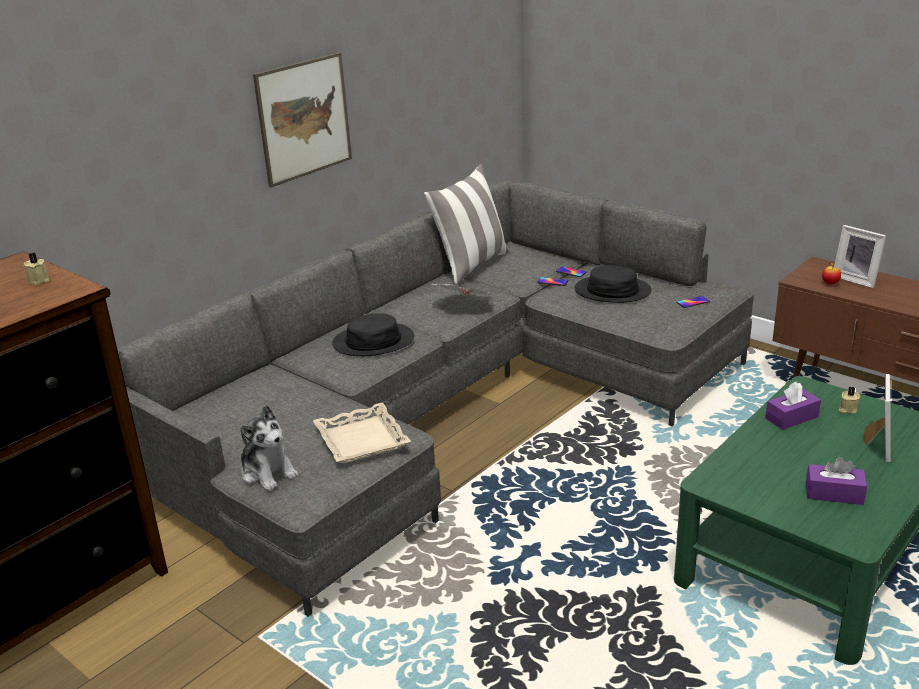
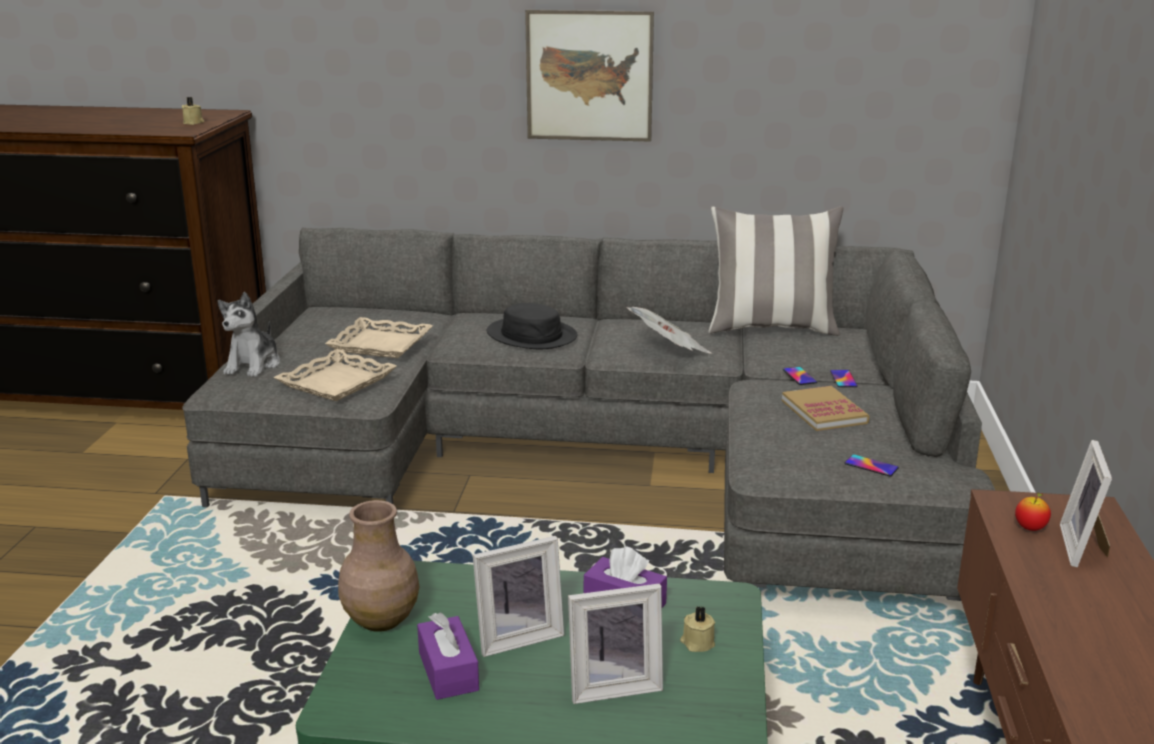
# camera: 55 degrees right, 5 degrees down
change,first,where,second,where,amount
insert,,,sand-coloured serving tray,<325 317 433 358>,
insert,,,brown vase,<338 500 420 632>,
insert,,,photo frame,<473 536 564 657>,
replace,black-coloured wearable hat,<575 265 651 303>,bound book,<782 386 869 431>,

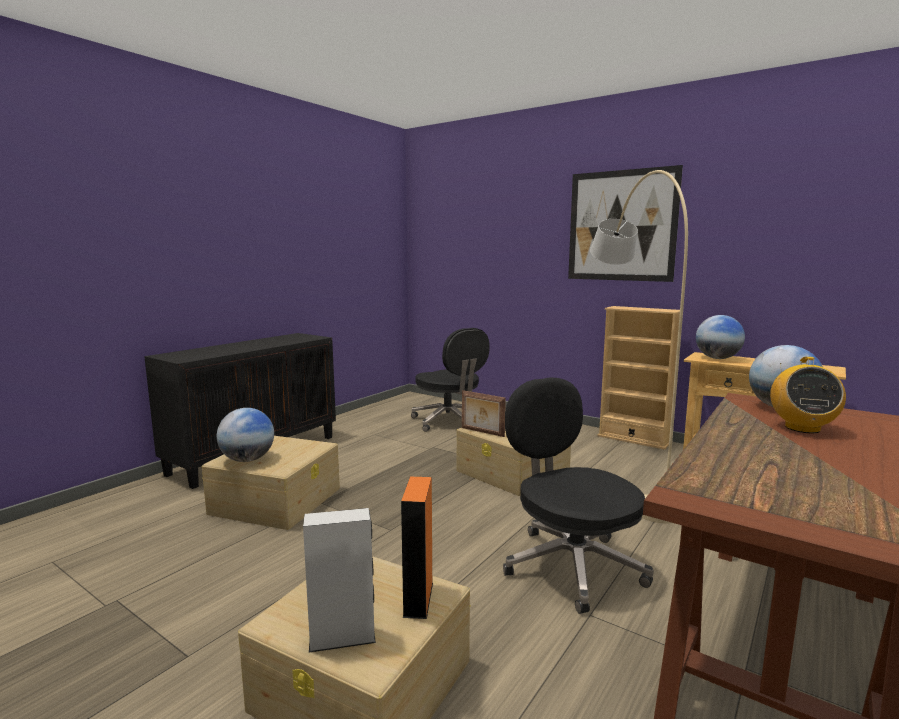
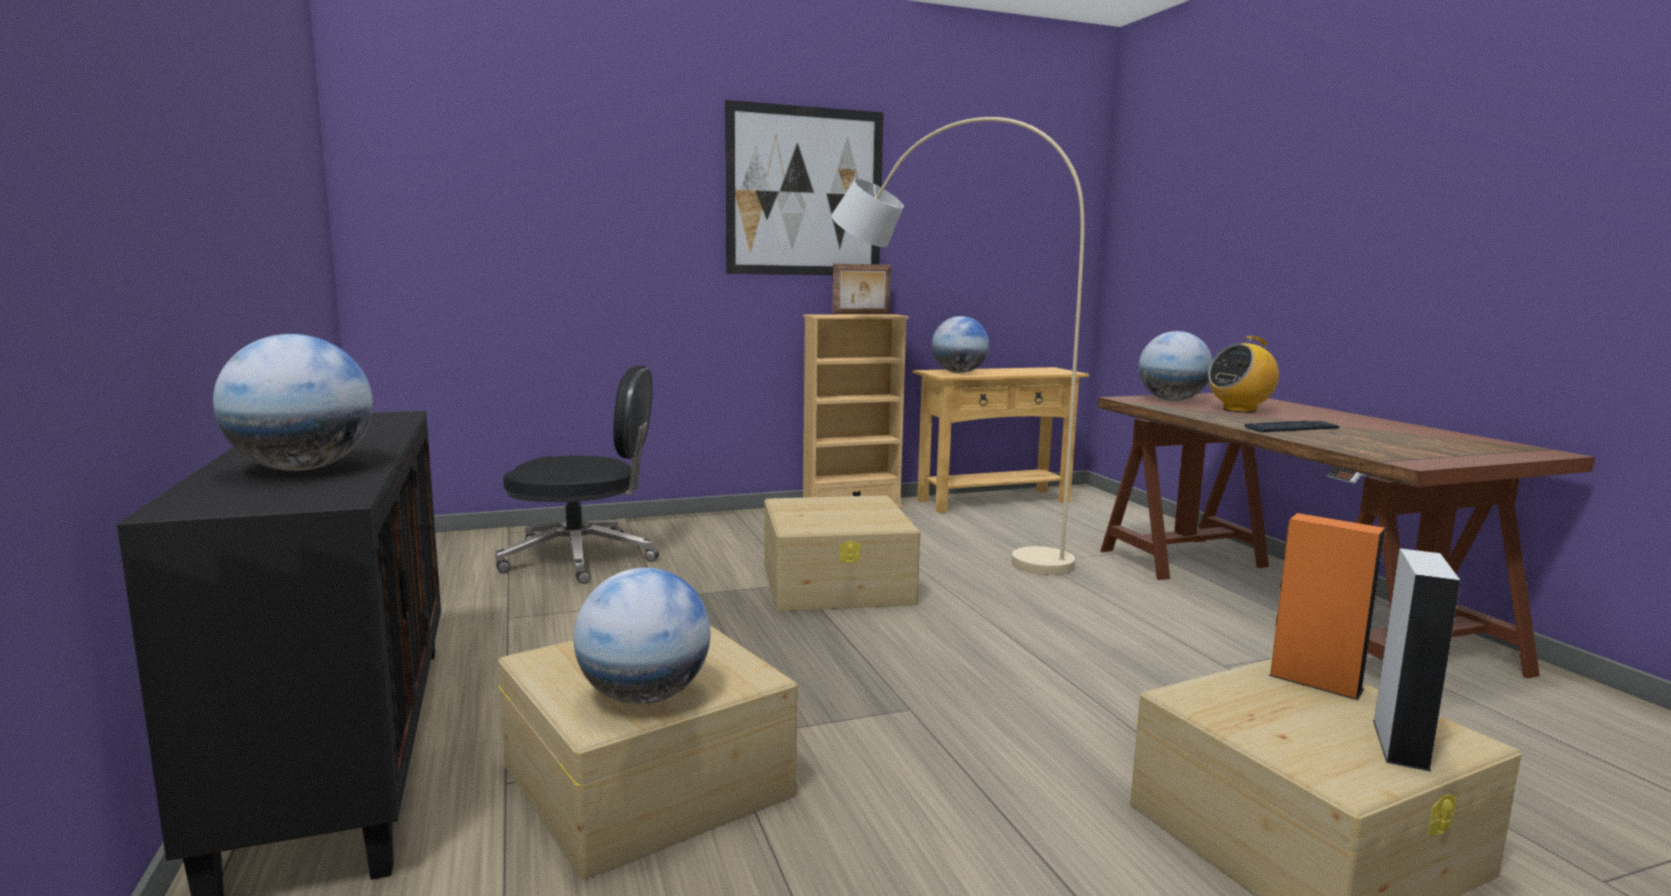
# camera: 55 degrees left, 0 degrees up
change,first,where,second,where,amount
delete,black-coloured desk chair,<503 377 654 614>,,,
insert,,,desk globe,<213 334 373 471>,
insert,,,PC keyboard,<1245 421 1340 432>,
move,photo frame,<462 390 506 437>,,<832 264 891 314>,
rotate,radio set,<770 357 846 433>,,<1208 336 1279 413>,105 degrees clockwise

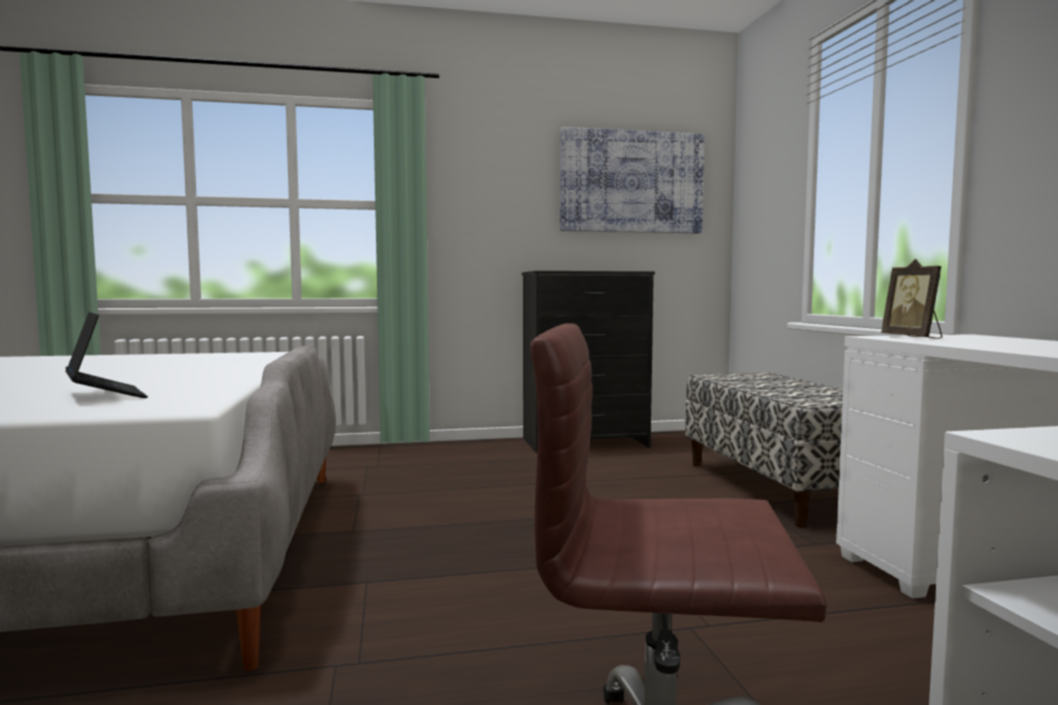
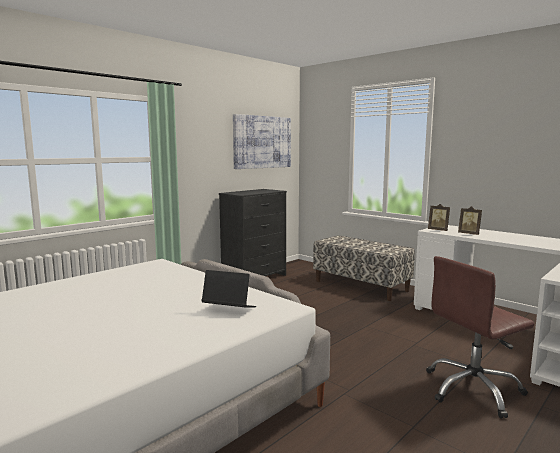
# camera: 35 degrees left, 5 degrees up
change,first,where,second,where,amount
insert,,,photo frame,<458 206 482 235>,

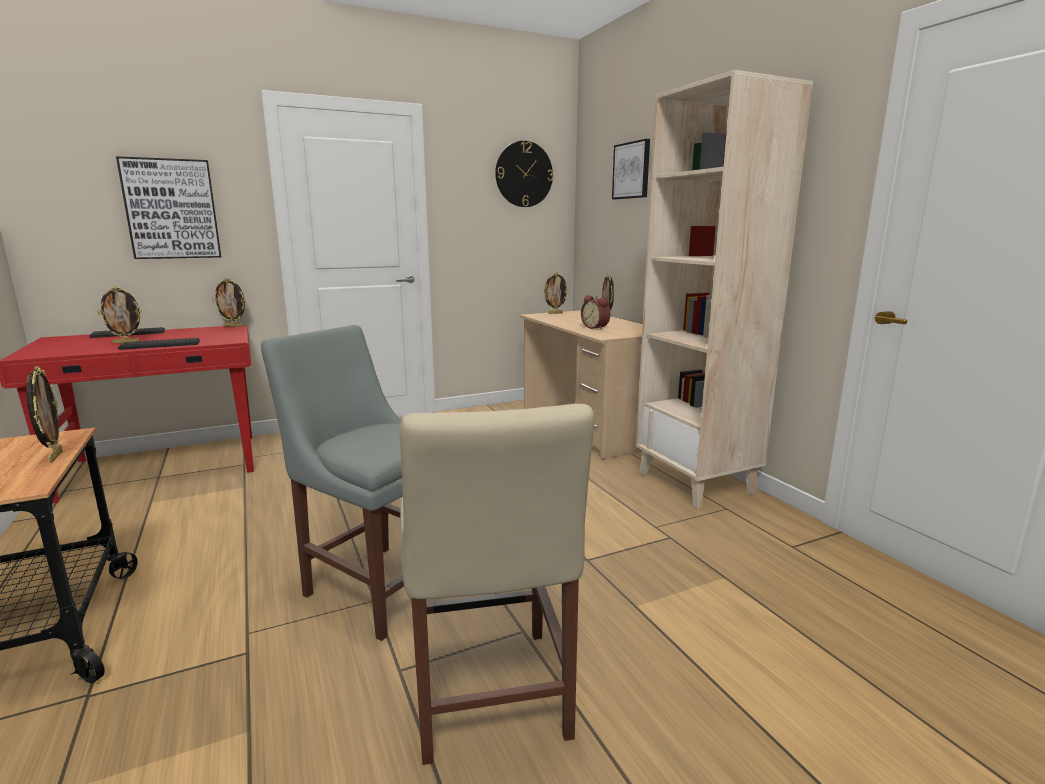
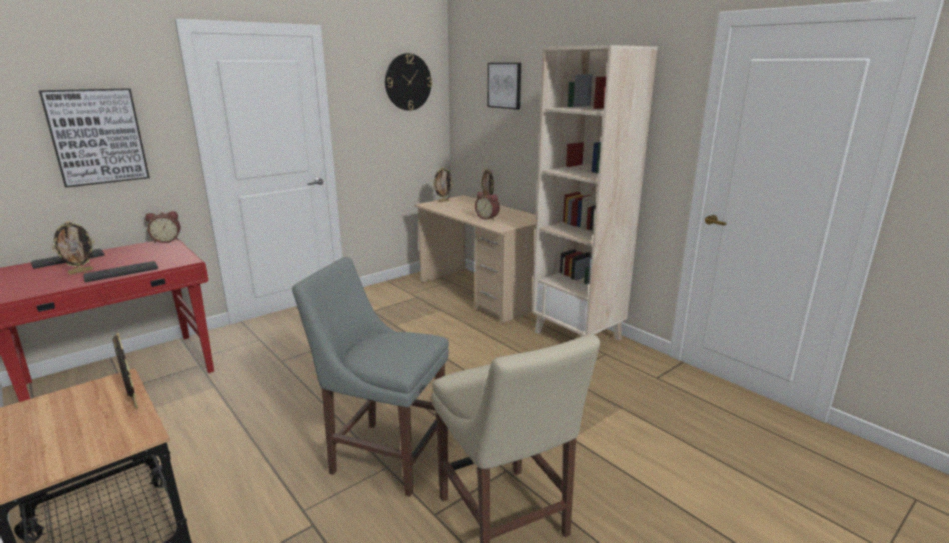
# camera: 15 degrees left, 5 degrees up
change,first,where,second,where,amount
replace,photo frame,<213 278 246 327>,alarm clock,<145 211 180 243>,

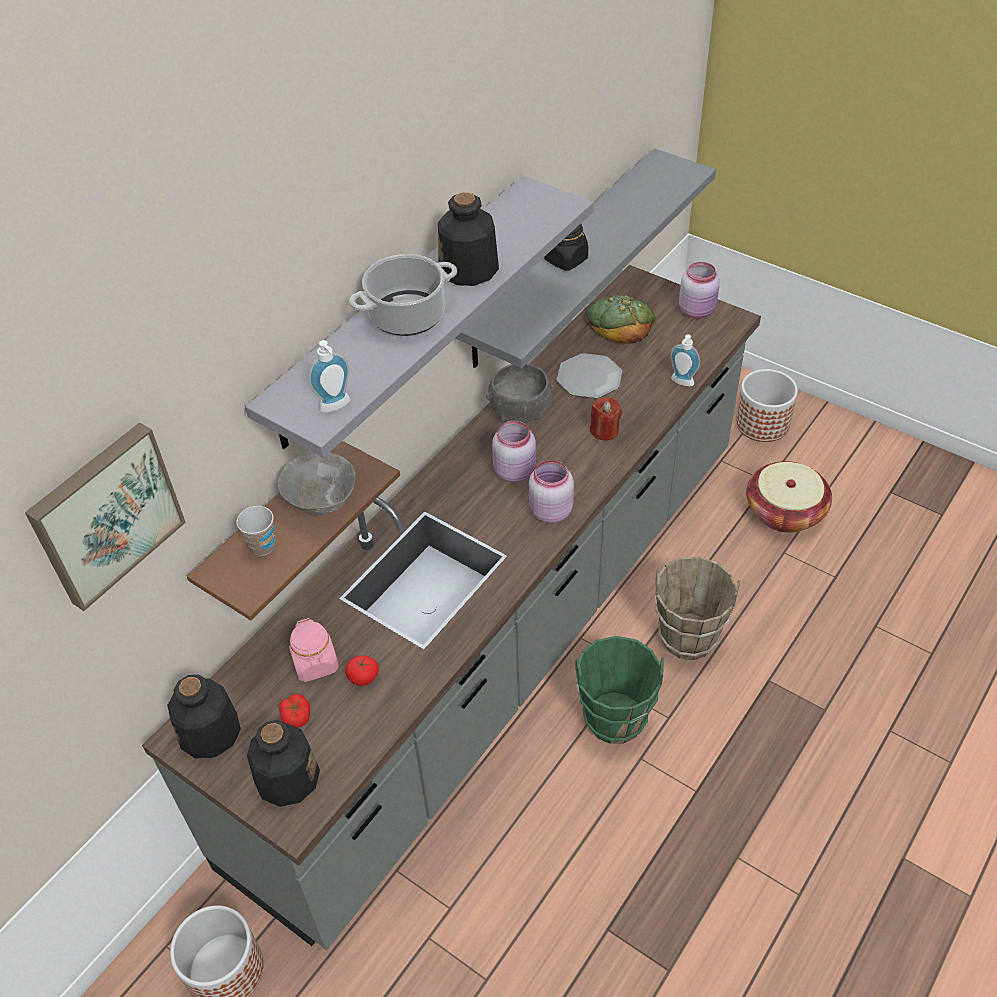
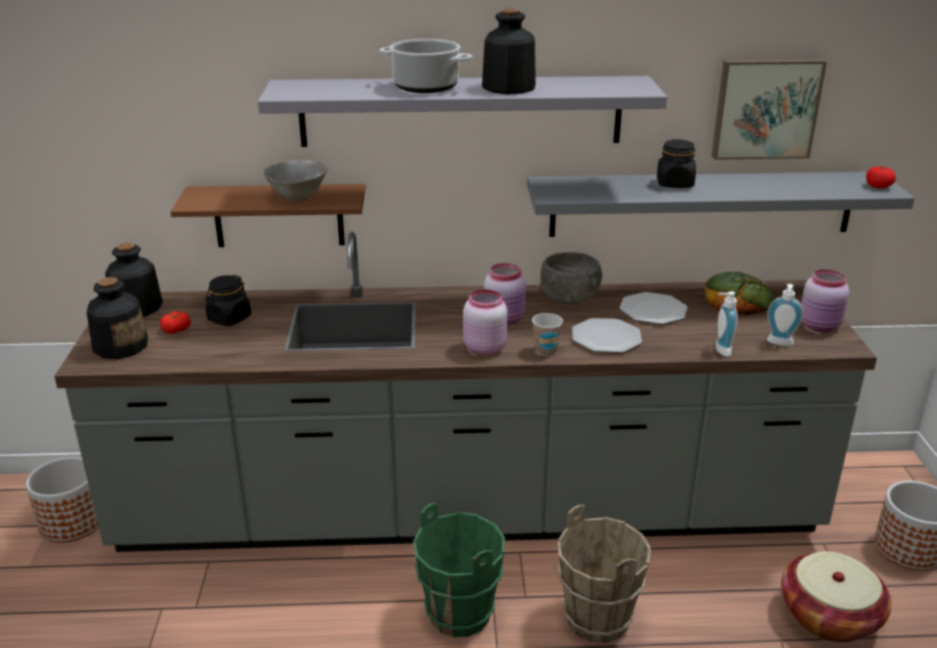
# camera: 50 degrees right, 20 degrees down
change,first,where,second,where,amount
move,wall art,<25 422 186 611>,,<712 59 827 160>,
move,drinking cup,<236 506 275 556>,,<532 313 563 356>,
move,soap bottle,<309 340 350 413>,,<767 284 804 346>,
move,fresh tomato,<345 655 379 686>,,<866 167 896 188>,
replace,red-coloured candle,<590 397 622 441>,plate,<572 318 642 353>,
recolor,pink-coloured storage jar,<289 618 339 682>,black-coloured storage jar,<205 275 251 326>,

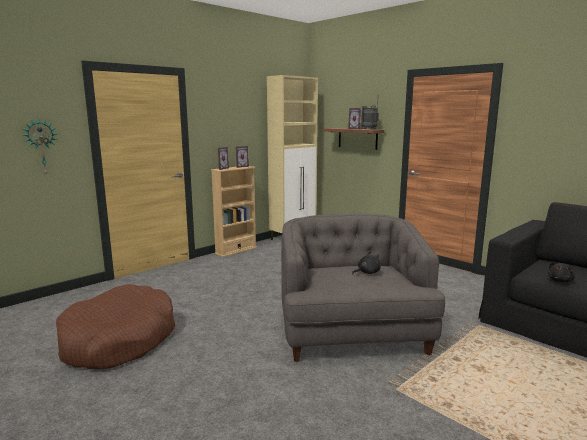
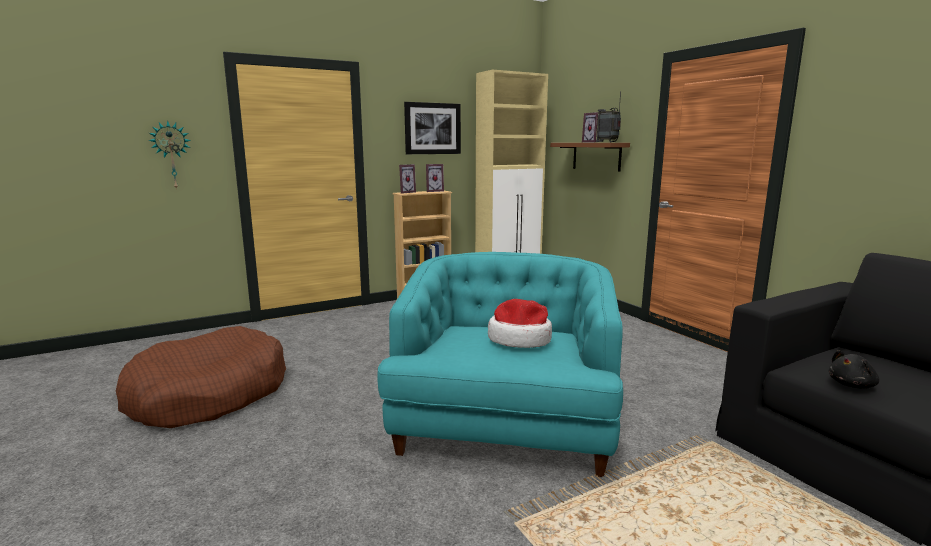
# camera: 15 degrees right, 0 degrees up
change,first,where,second,where,amount
insert,,,wall art,<404 102 461 154>,
replace,black-coloured cuddly toy,<352 251 381 274>,wearable hat,<488 299 552 348>,
recolor,greyish lounge chair,<281 213 445 362>,blue-green lounge chair,<378 252 623 477>,

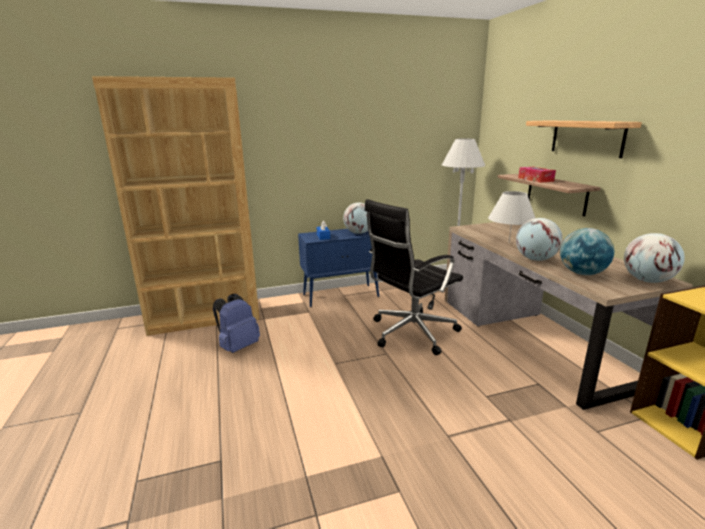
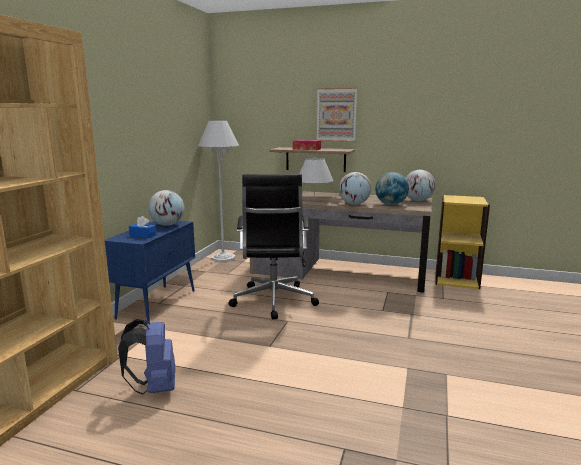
# camera: 55 degrees left, 5 degrees down
change,first,where,second,where,amount
replace,wall shelf,<526 120 642 158>,wall art,<317 88 357 142>,

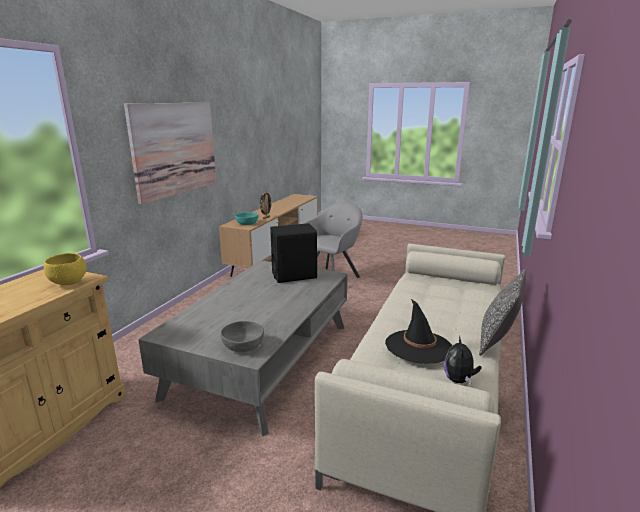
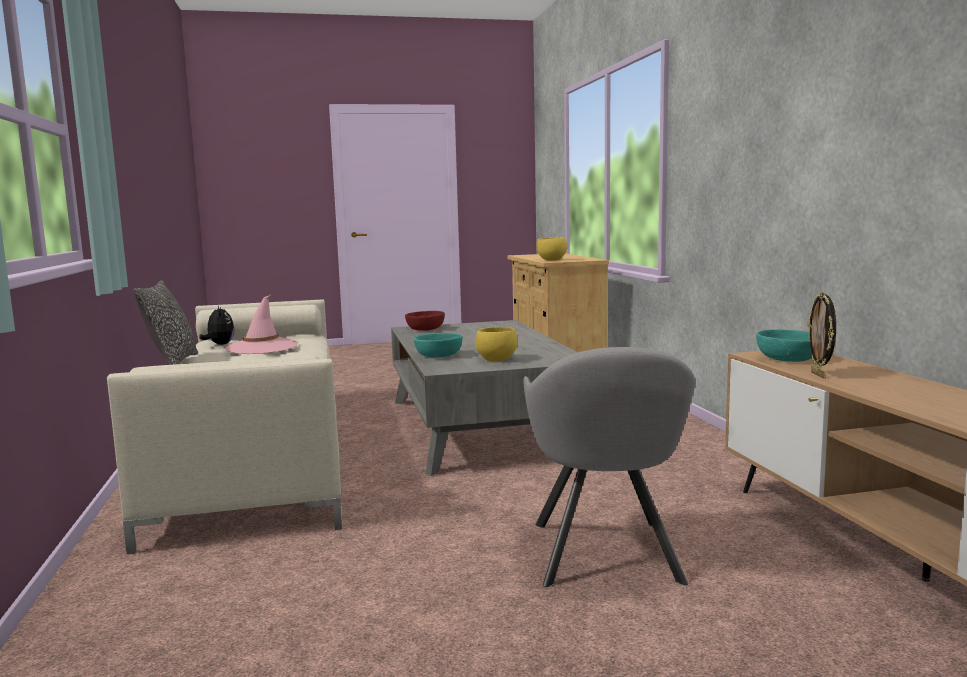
# camera: 145 degrees right, 10 degrees down
change,first,where,second,where,amount
delete,wall art,<124 103 216 204>,,,
insert,,,blue-green deep dish,<414 333 463 357>,
replace,black-coloured speaker,<270 223 317 283>,yellow deep dish,<475 327 518 361>,
recolor,greyish deep dish,<221 321 264 352>,red-coloured deep dish,<405 311 445 331>,
recolor,black-coloured wearable hat,<385 299 452 364>,pink-coloured wearable hat,<225 295 298 354>,

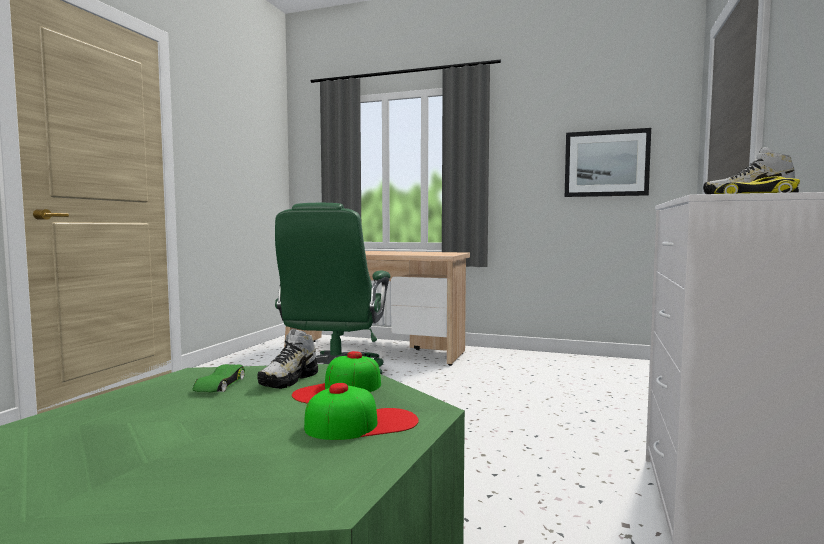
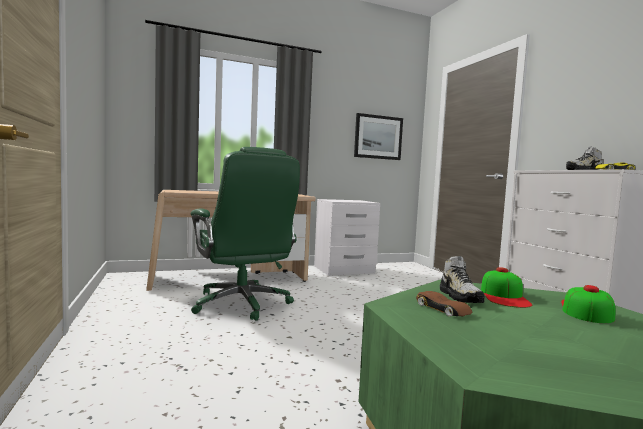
# camera: 40 degrees left, 0 degrees up
change,first,where,second,where,amount
insert,,,white-coloured bedside table,<314 199 380 276>,
recolor,green-coloured toy car,<193 364 245 392>,brown toy car,<416 291 473 317>,

